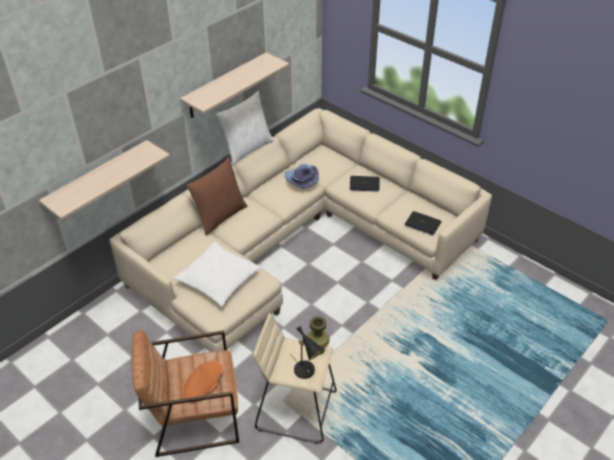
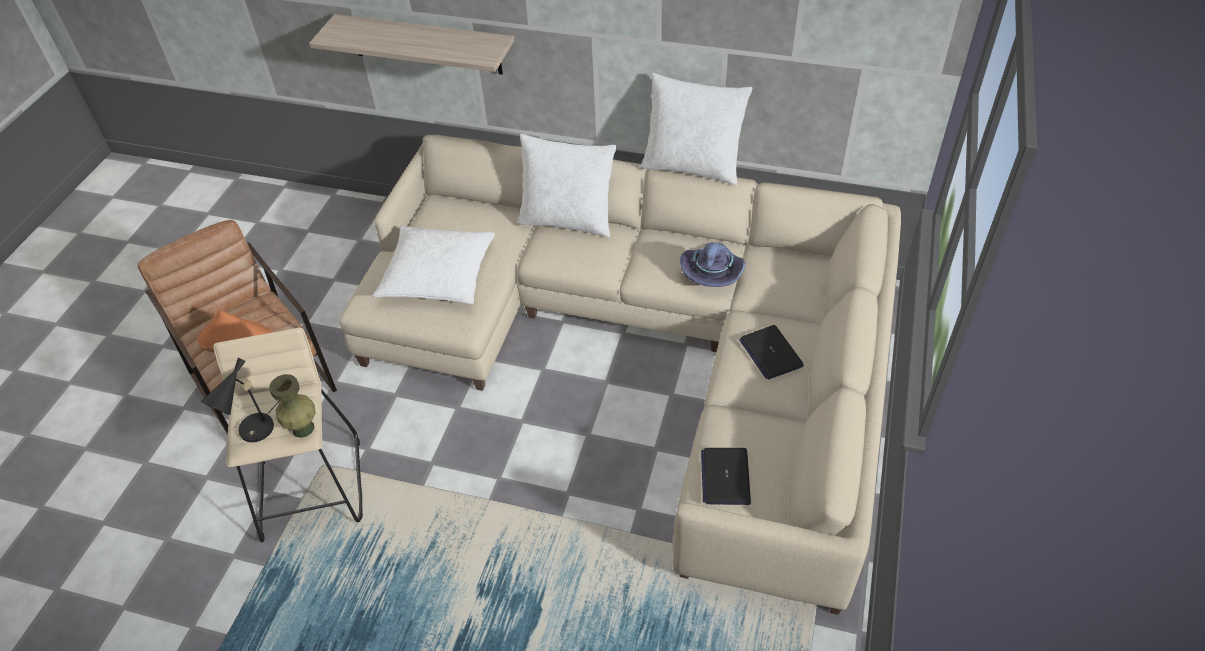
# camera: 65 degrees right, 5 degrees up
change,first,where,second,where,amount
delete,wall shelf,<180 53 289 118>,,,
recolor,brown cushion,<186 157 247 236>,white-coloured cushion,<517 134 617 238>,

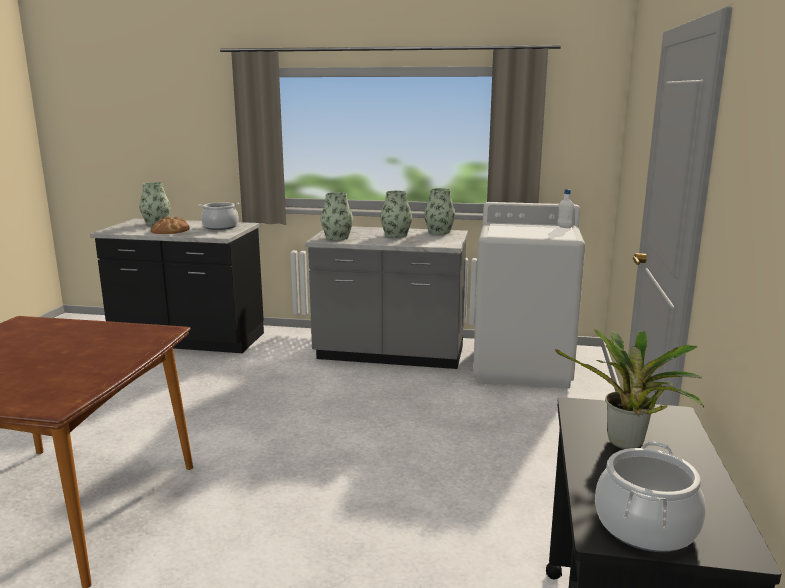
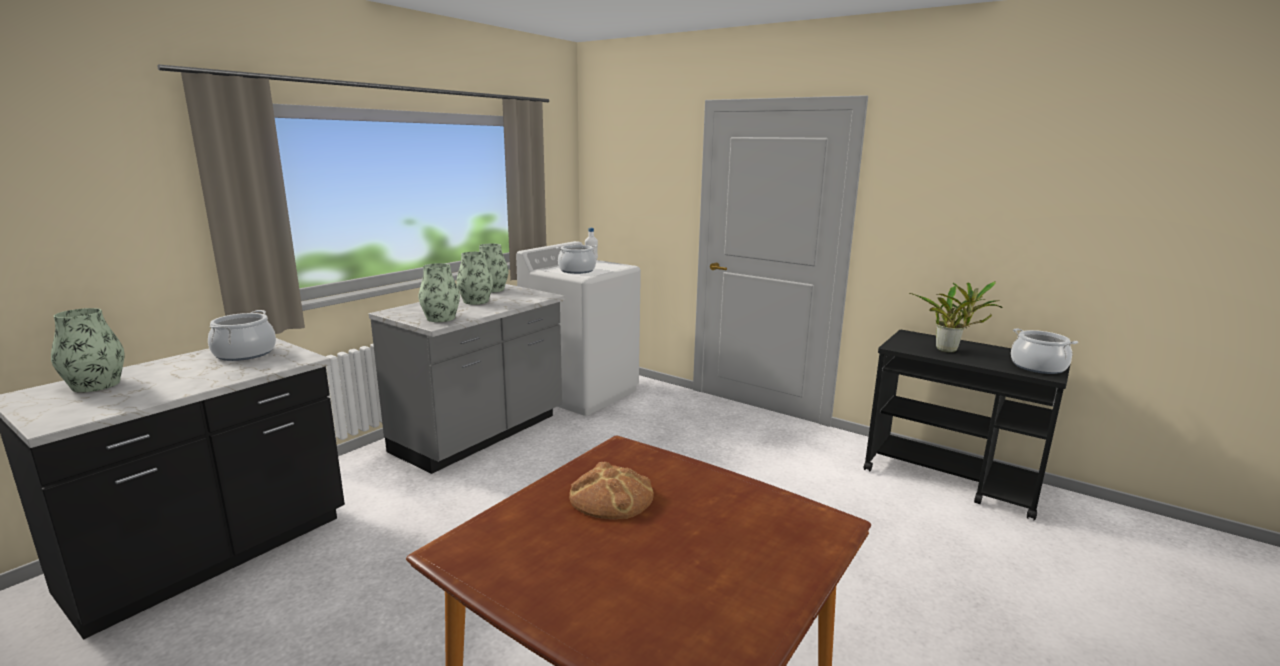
# camera: 65 degrees left, 0 degrees up
change,first,where,second,where,amount
insert,,,saucepot,<556 245 597 274>,
move,baked bread,<151 217 190 234>,,<569 461 654 519>,

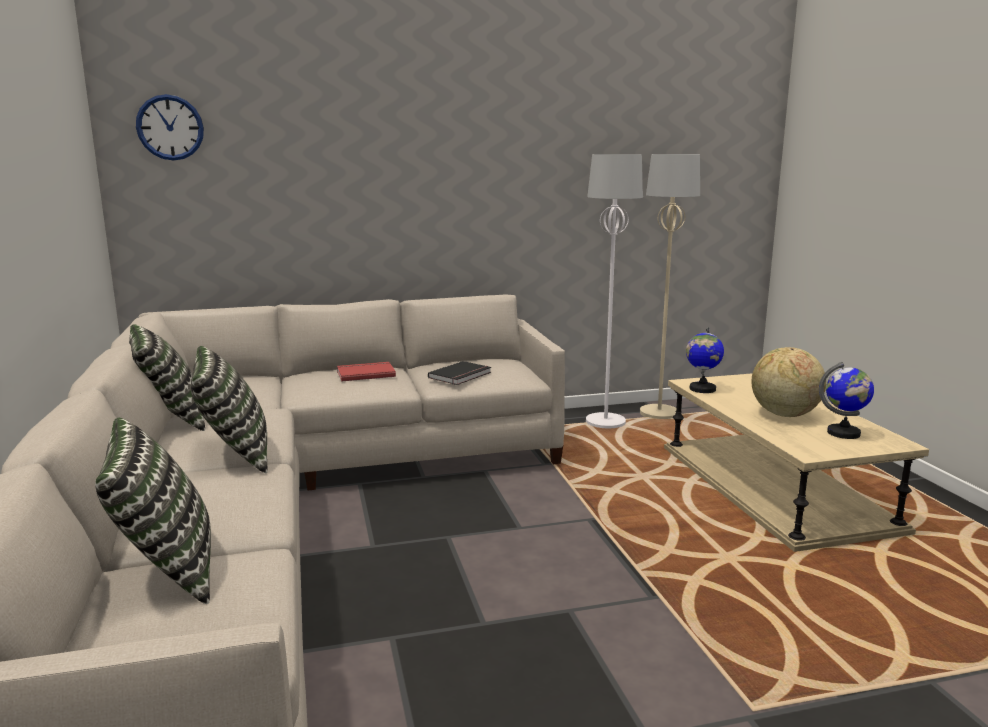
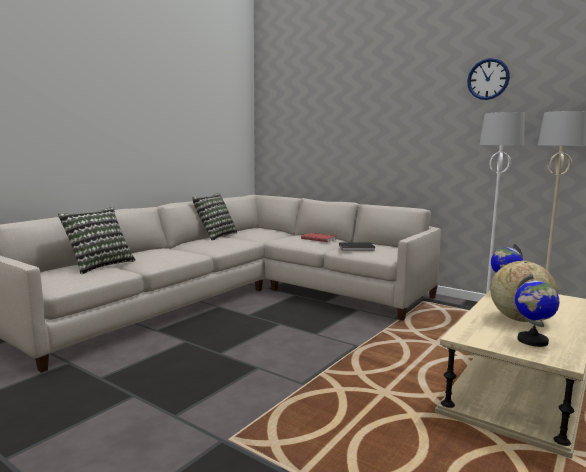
# camera: 50 degrees right, 5 degrees down
change,first,where,second,where,amount
delete,cushion,<191 346 268 473>,,,
move,wall clock,<136 94 204 161>,,<467 58 510 100>,

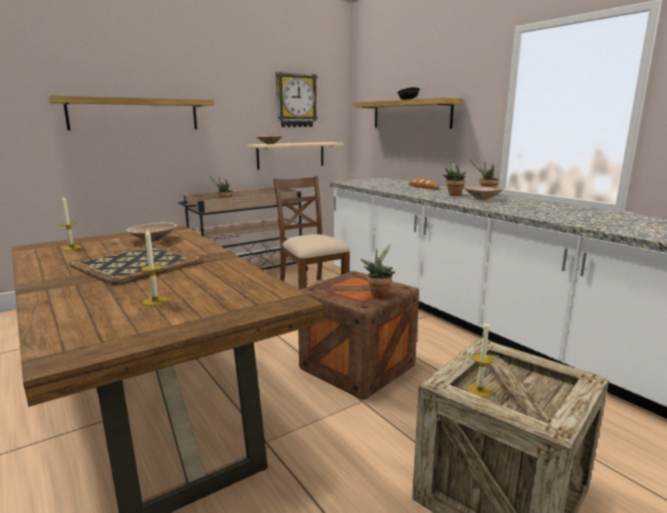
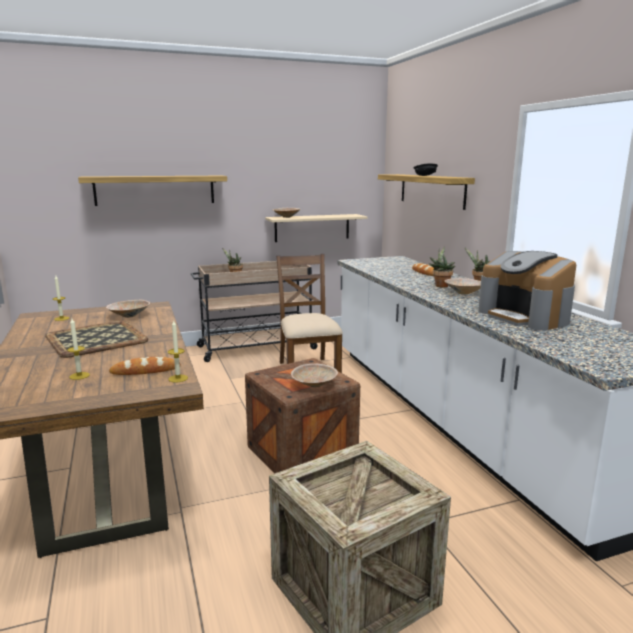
# camera: 15 degrees right, 0 degrees up
change,first,where,second,where,amount
delete,wall clock,<276 72 318 127>,,,
insert,,,baked bread,<109 357 181 375>,
insert,,,coffee brewer,<478 251 576 331>,
move,candle,<467 321 494 398>,,<168 319 188 383>,
replace,potted plant,<360 244 395 298>,sand-coloured deep dish,<291 363 338 387>,

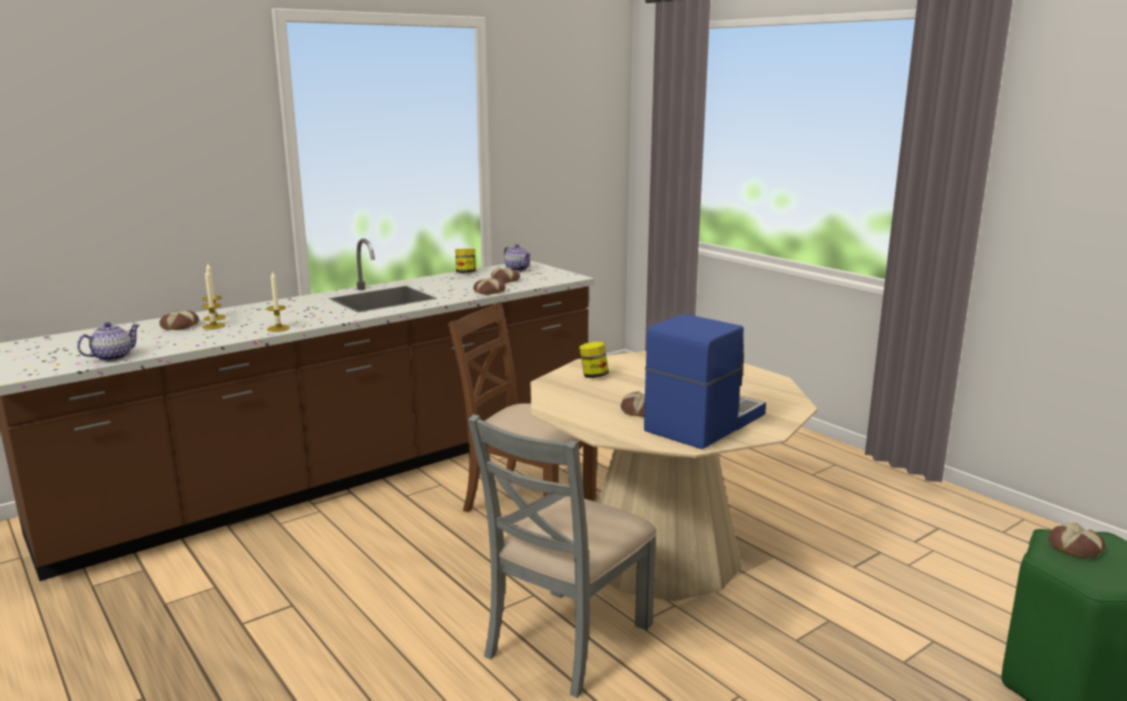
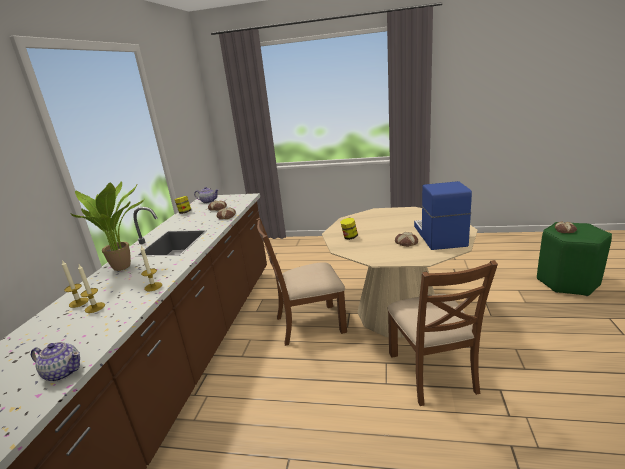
# camera: 40 degrees left, 5 degrees up
change,first,where,second,where,amount
delete,baked bread,<159 310 199 330>,,,
insert,,,potted plant,<71 181 145 271>,
recolor,greyish chair,<468 414 657 698>,brown chair,<387 260 498 406>,
rotate,teapot,<77 322 140 361>,,<31 342 80 381>,105 degrees clockwise

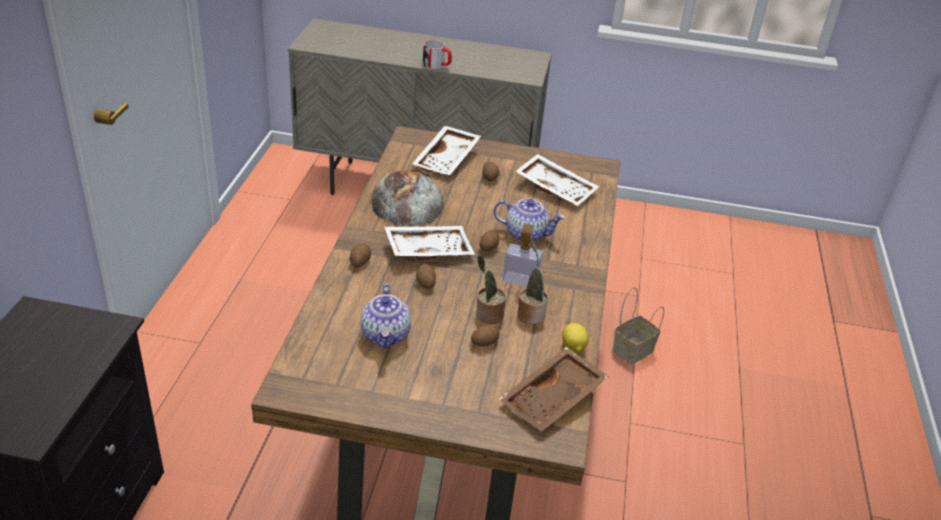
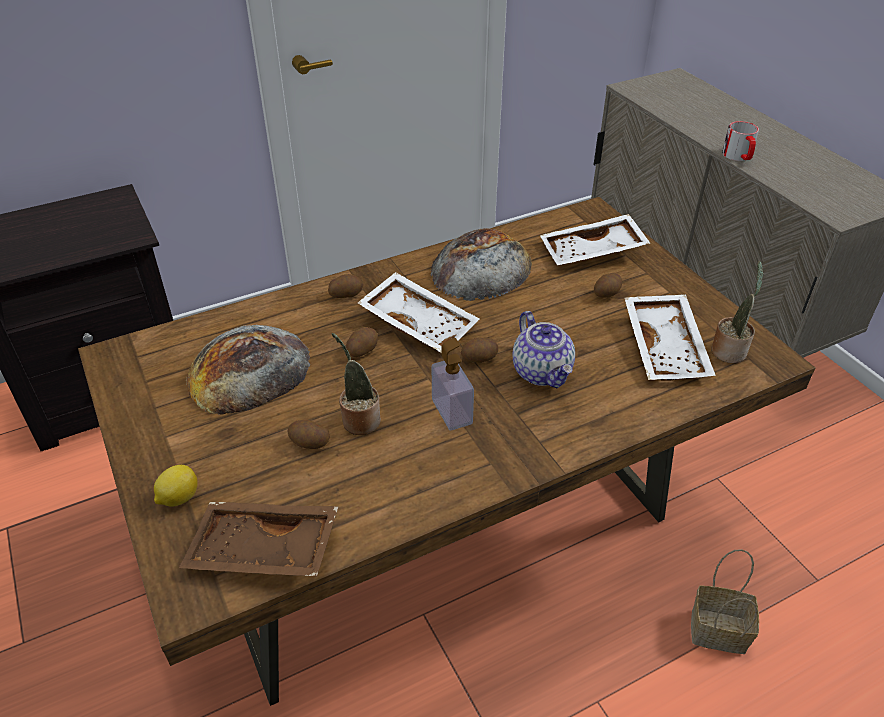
# camera: 55 degrees right, 5 degrees up
change,first,where,second,where,amount
move,potted plant,<517 242 548 324>,,<711 261 763 363>,
move,lemon,<562 323 588 352>,,<154 465 197 507>,
replace,teapot,<360 284 411 349>,baked bread,<186 325 310 415>,

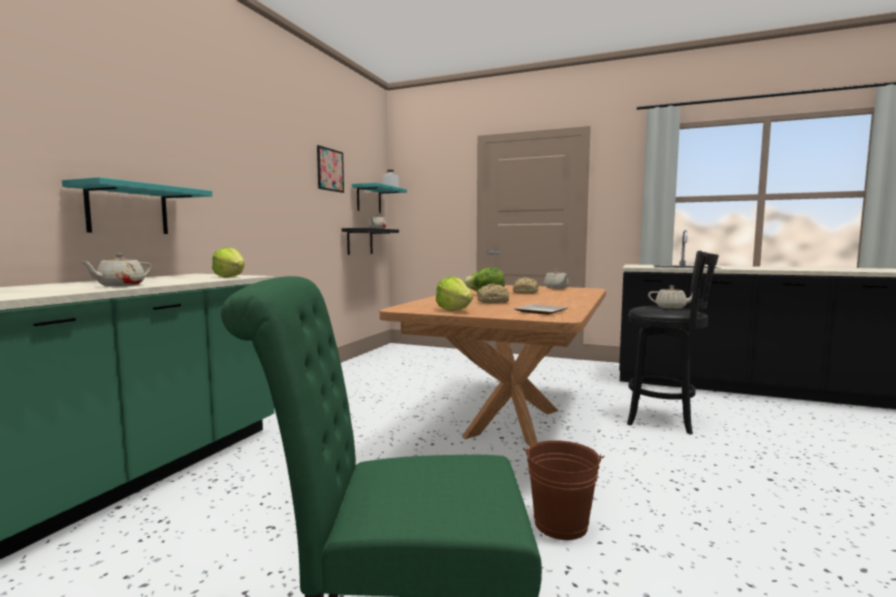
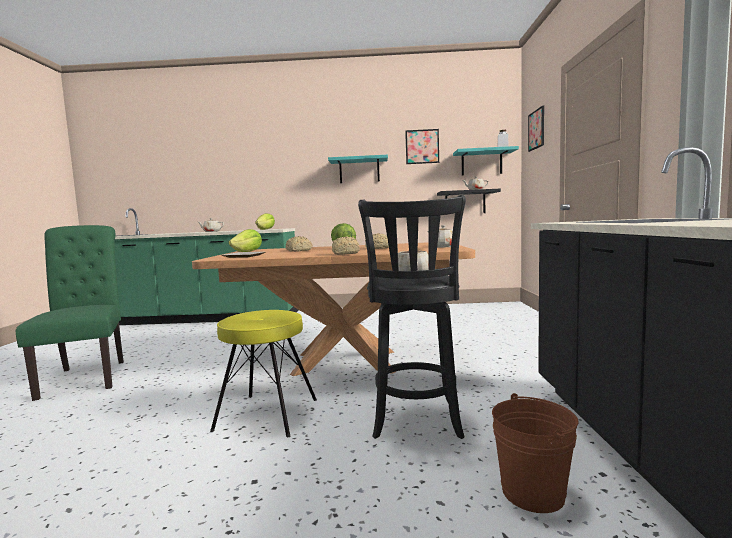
# camera: 70 degrees right, 0 degrees up
change,first,where,second,where,amount
insert,,,yellow stool seat,<210 310 317 437>,
insert,,,baked bread,<332 236 360 255>,
insert,,,wall art,<528 106 544 152>,
move,blue-green wall shelf,<62 177 212 234>,,<328 155 388 183>,
move,brown water bucket,<523 440 604 540>,,<492 393 578 513>,

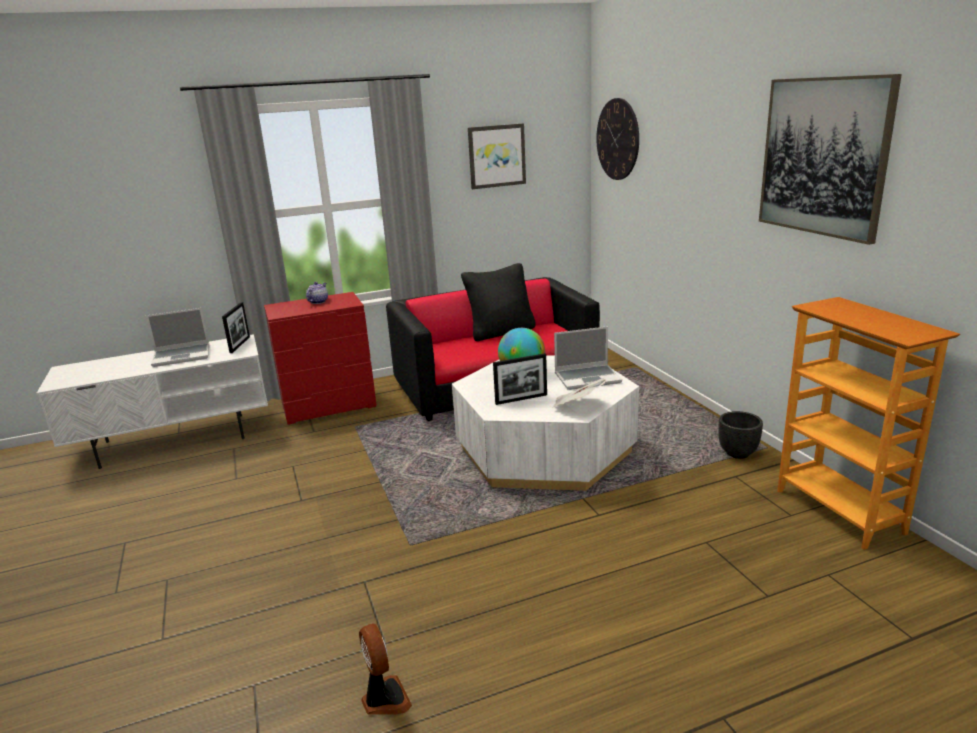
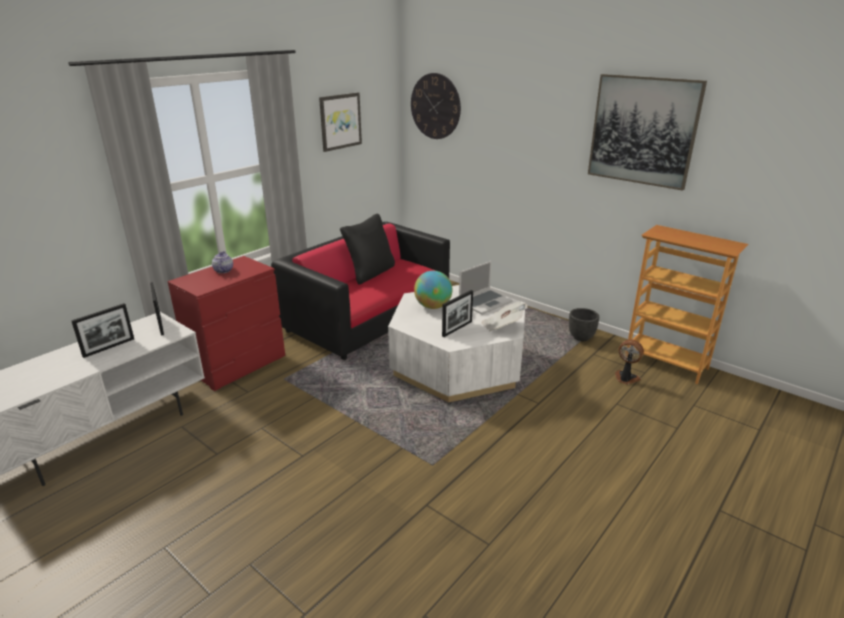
# camera: 30 degrees left, 5 degrees up
change,first,where,second,where,amount
move,electric fan,<359 623 412 715>,,<615 339 644 385>,
replace,laptop,<146 308 209 367>,photo frame,<71 303 134 358>,

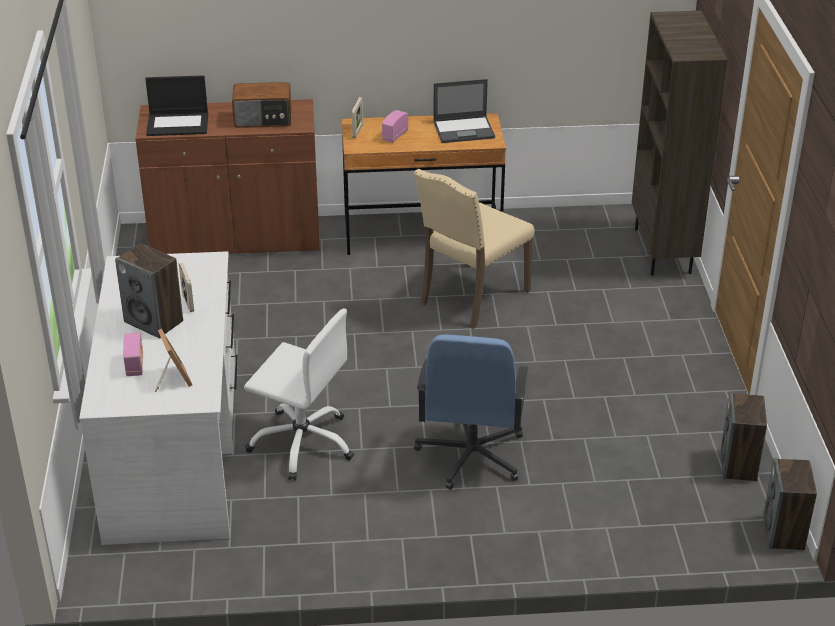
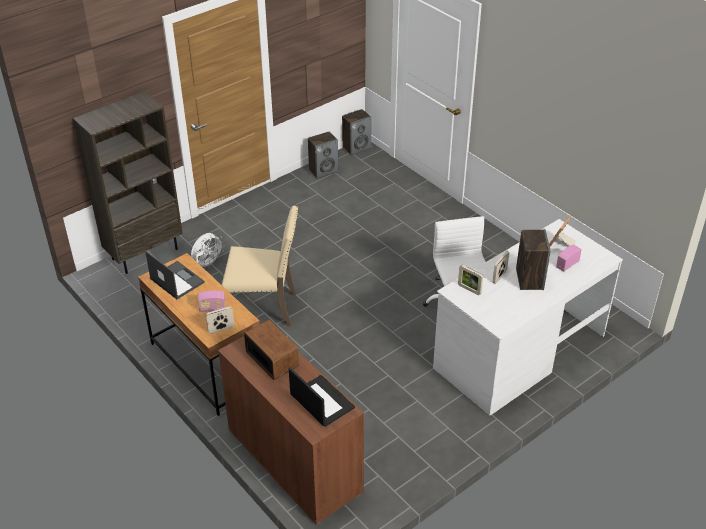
# camera: 125 degrees left, 5 degrees up
change,first,where,second,where,amount
delete,blue-coloured desk chair,<414 335 529 490>,,,
insert,,,white-coloured electric fan,<191 233 225 269>,
insert,,,photo frame,<458 265 483 295>,

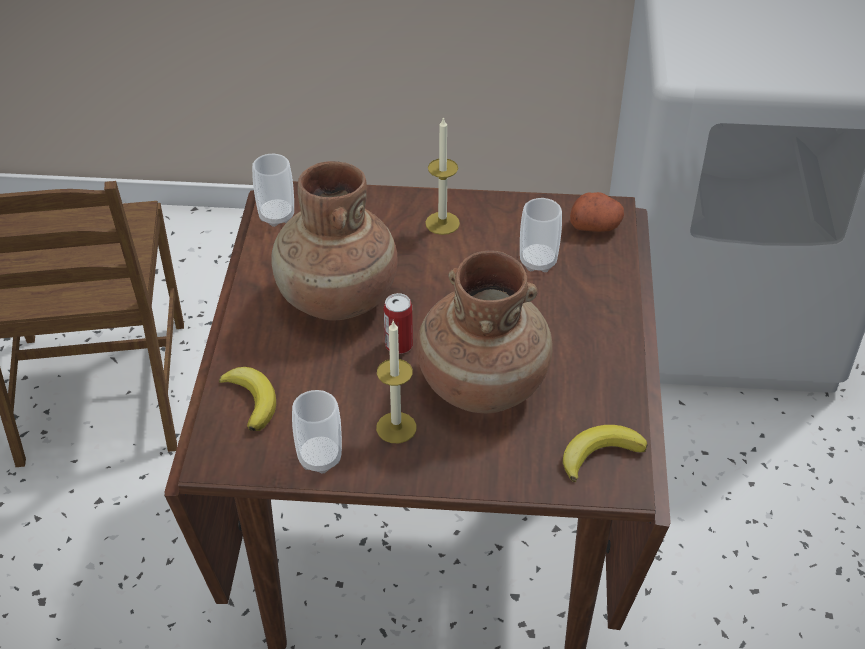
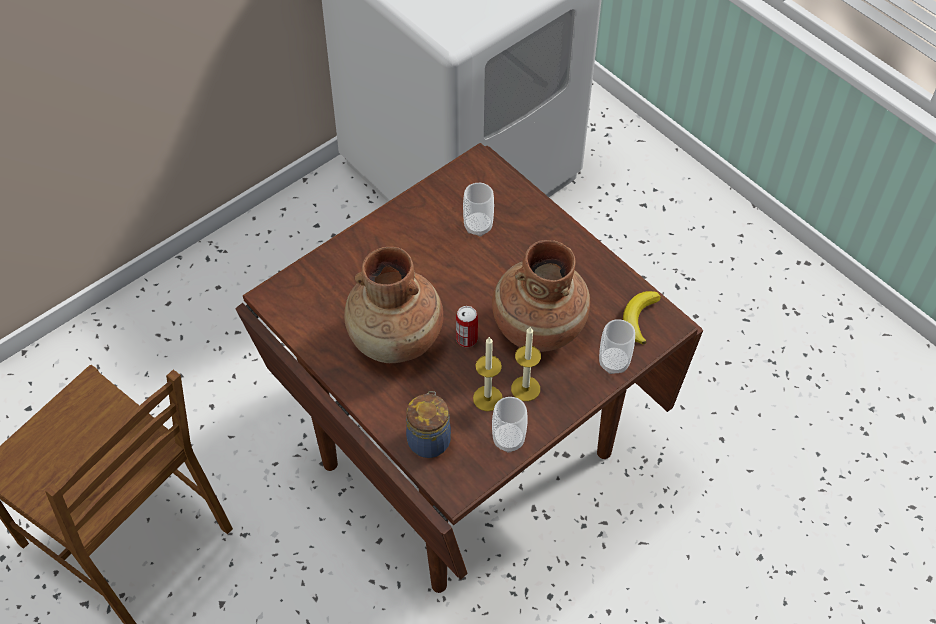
# camera: 45 degrees left, 10 degrees up
change,first,where,second,where,amount
delete,spud,<570 192 624 232>,,,
move,drinking cup,<252 154 294 227>,,<599 319 635 374>,
move,candle,<425 117 460 235>,,<473 336 502 411>,
replace,whole banana,<219 367 276 431>,storage jar,<406 391 451 458>,

